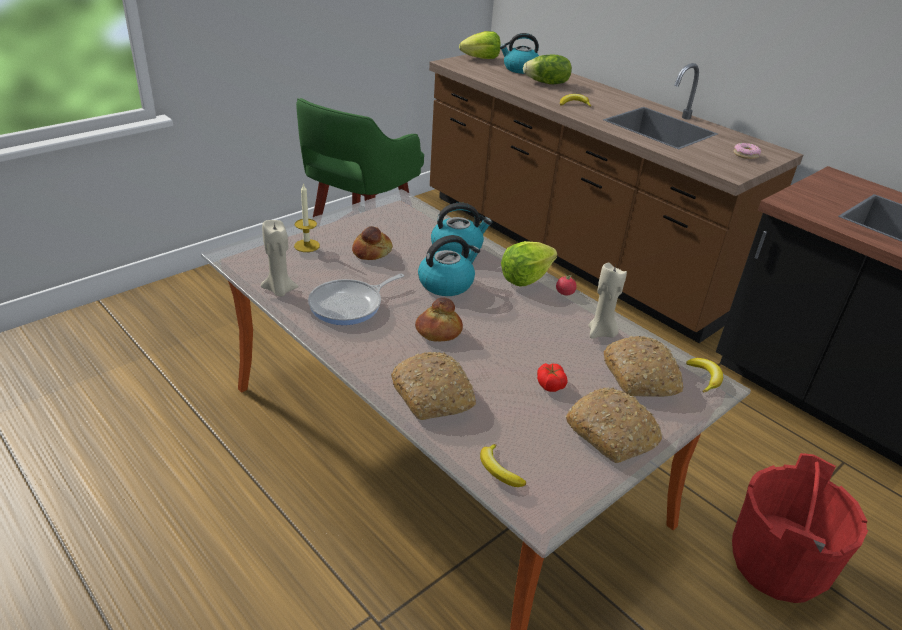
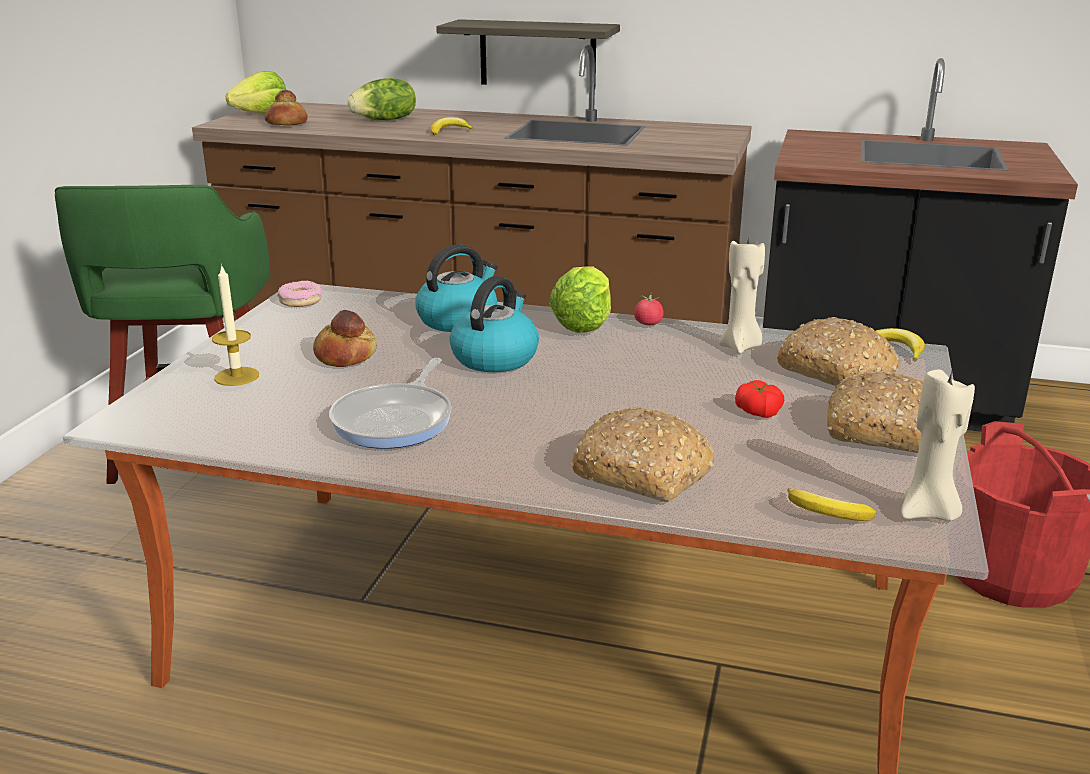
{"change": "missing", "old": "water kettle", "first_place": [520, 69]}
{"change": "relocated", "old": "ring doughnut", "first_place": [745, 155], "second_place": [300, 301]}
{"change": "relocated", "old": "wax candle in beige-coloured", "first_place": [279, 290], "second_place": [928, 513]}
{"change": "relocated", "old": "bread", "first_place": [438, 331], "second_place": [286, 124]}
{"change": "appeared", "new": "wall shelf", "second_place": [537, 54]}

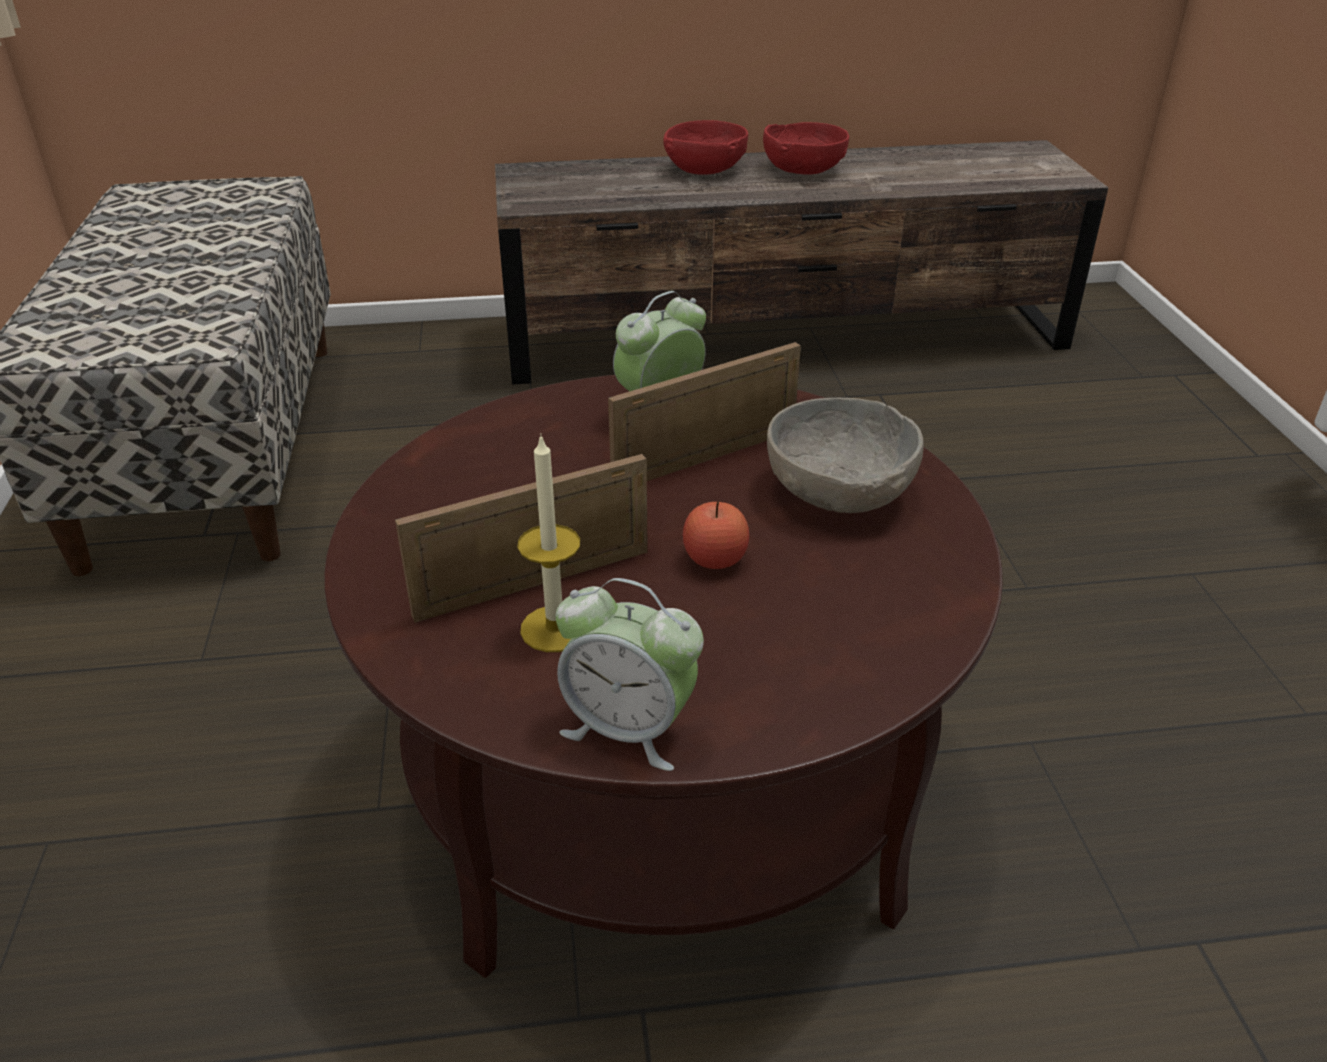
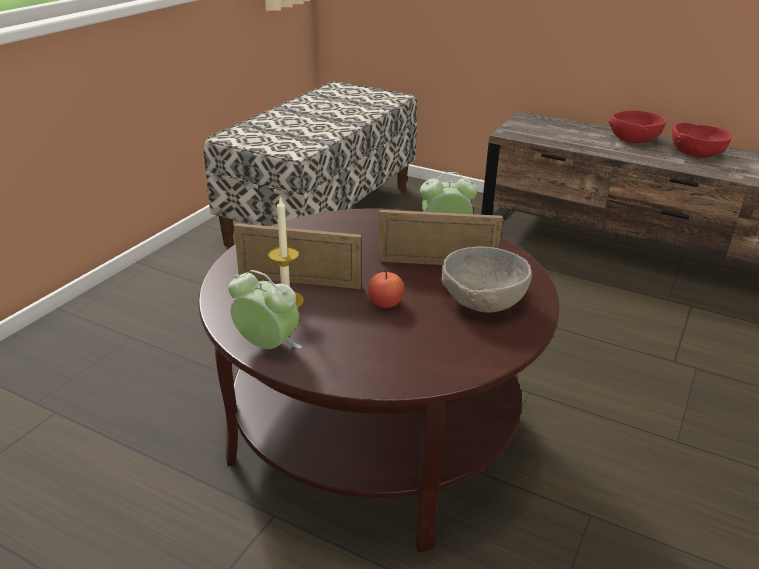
{"change": "spun", "old": "bedside clock", "first_place": [629, 728], "second_place": [267, 346], "degrees": 150}

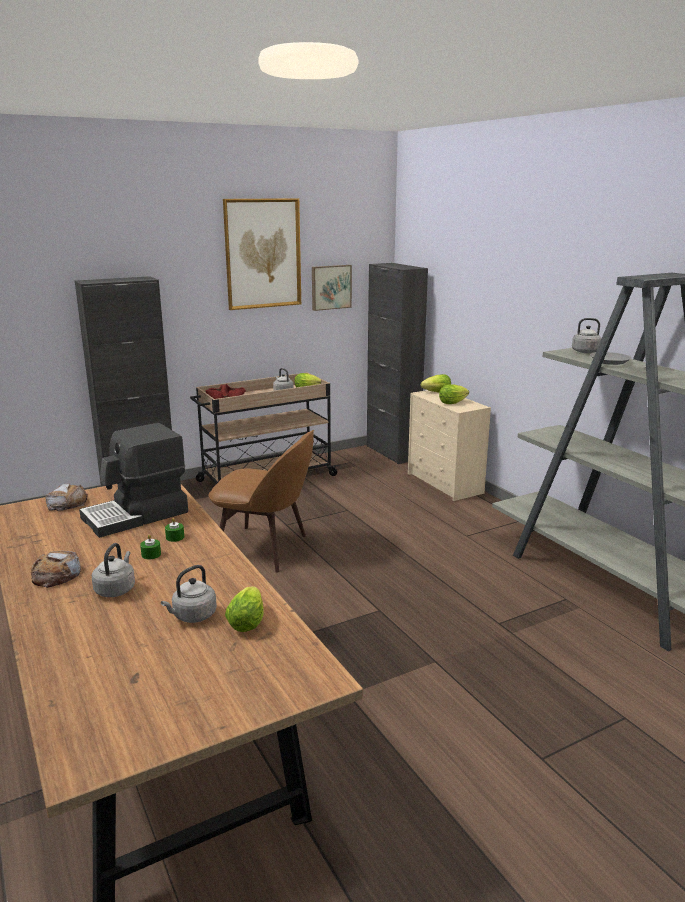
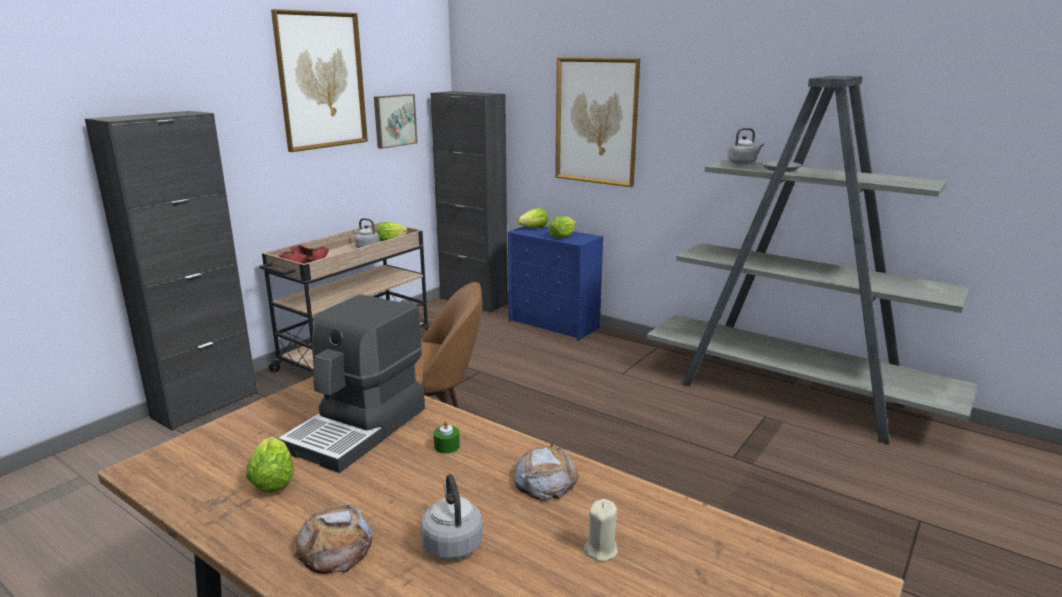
{"change": "colour", "old": "drawer chest in beige-coloured", "new": "drawer chest in blue-coloured", "first_place": [445, 484], "second_place": [555, 324]}
{"change": "relocated", "old": "bread", "first_place": [67, 503], "second_place": [545, 480]}
{"change": "missing", "old": "wax candle in greenish", "first_place": [151, 554]}
{"change": "exchanged", "old": "water kettle in gray", "new": "wax candle in beige-coloured", "first_place": [192, 616], "second_place": [601, 550]}
{"change": "relocated", "old": "lettuce head", "first_place": [248, 621], "second_place": [273, 479]}
{"change": "appeared", "new": "wall picture", "second_place": [596, 121]}

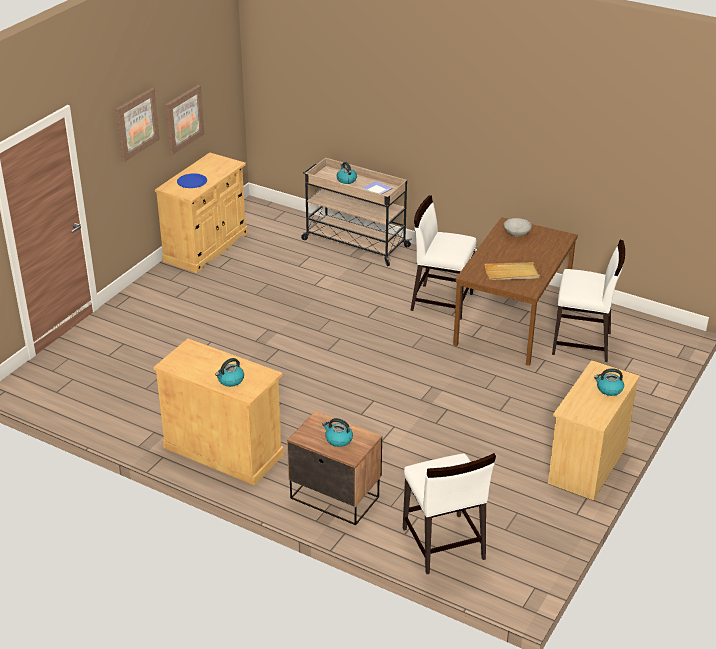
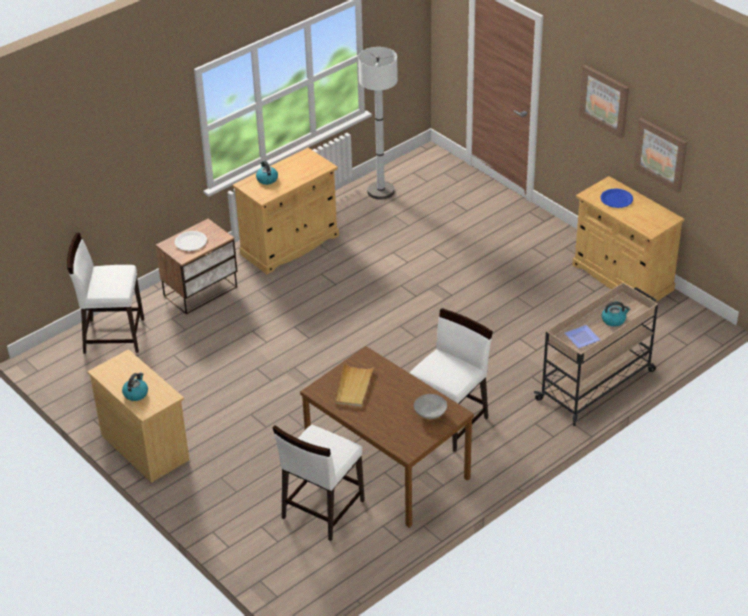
{"change": "exchanged", "old": "water kettle", "new": "flat dish in whitish", "first_place": [338, 439], "second_place": [190, 242]}
{"change": "appeared", "new": "floor lamp in whitish", "second_place": [380, 191]}

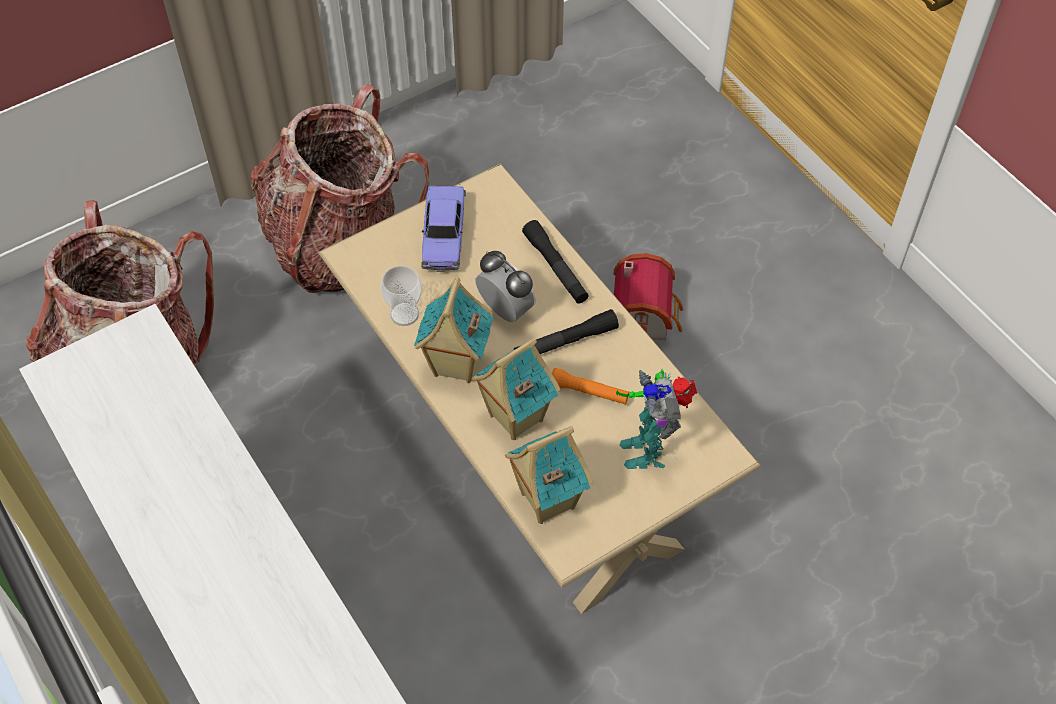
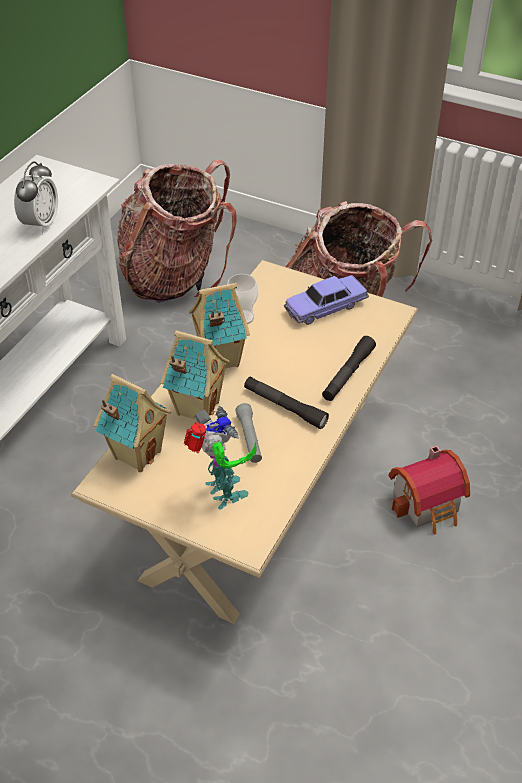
{"change": "relocated", "old": "bedside clock", "first_place": [505, 310], "second_place": [41, 223]}
{"change": "colour", "old": "torch in orangey", "new": "torch in gray", "first_place": [589, 392], "second_place": [249, 438]}
{"change": "spun", "old": "toy robot", "first_place": [648, 449], "second_place": [222, 494], "degrees": 105}

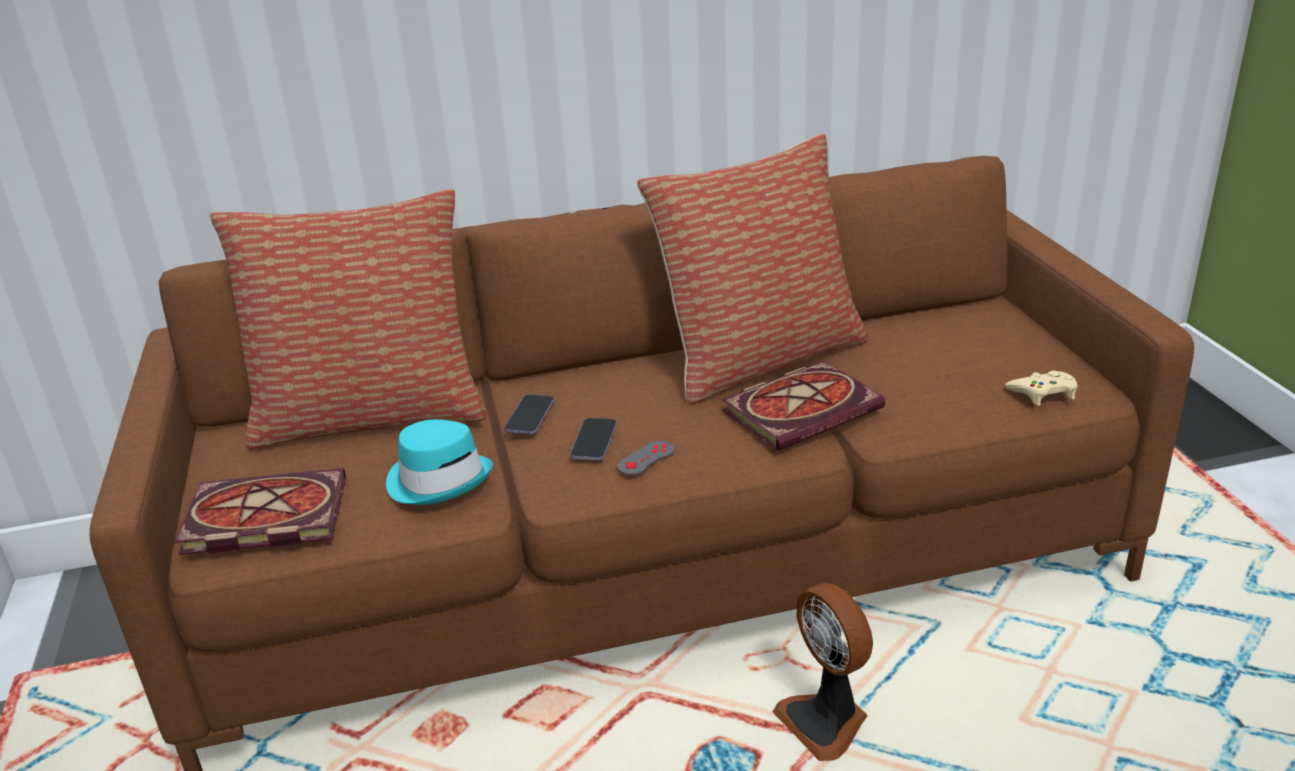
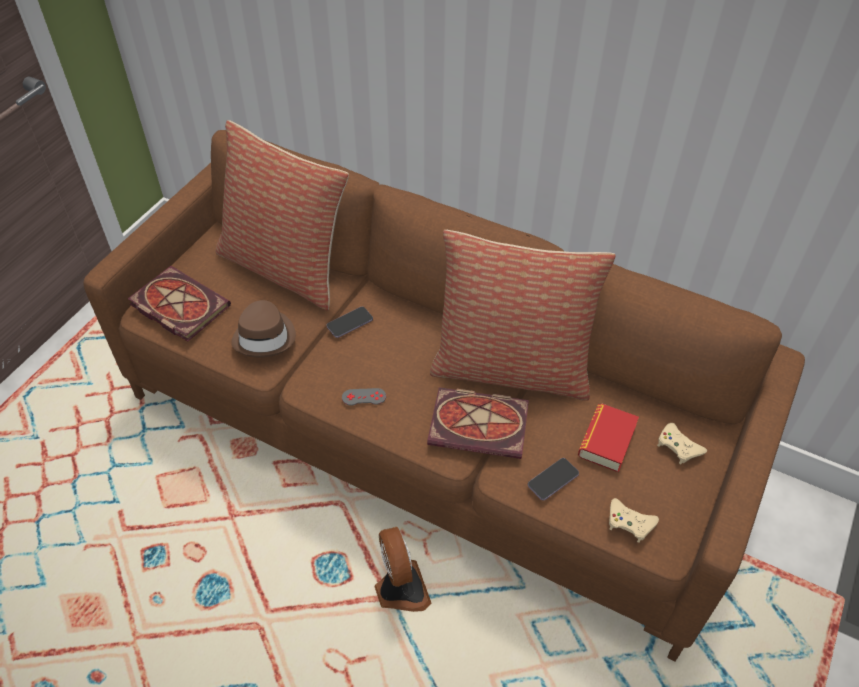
{"change": "relocated", "old": "telephone", "first_place": [594, 441], "second_place": [553, 480]}
{"change": "colour", "old": "wearable hat in turquoise", "new": "wearable hat in brown", "first_place": [439, 479], "second_place": [265, 337]}
{"change": "spun", "old": "electric fan", "first_place": [825, 722], "second_place": [400, 589], "degrees": 150}
{"change": "appeared", "new": "bound book", "second_place": [607, 441]}
{"change": "appeared", "new": "game controller in beige-coloured", "second_place": [678, 446]}

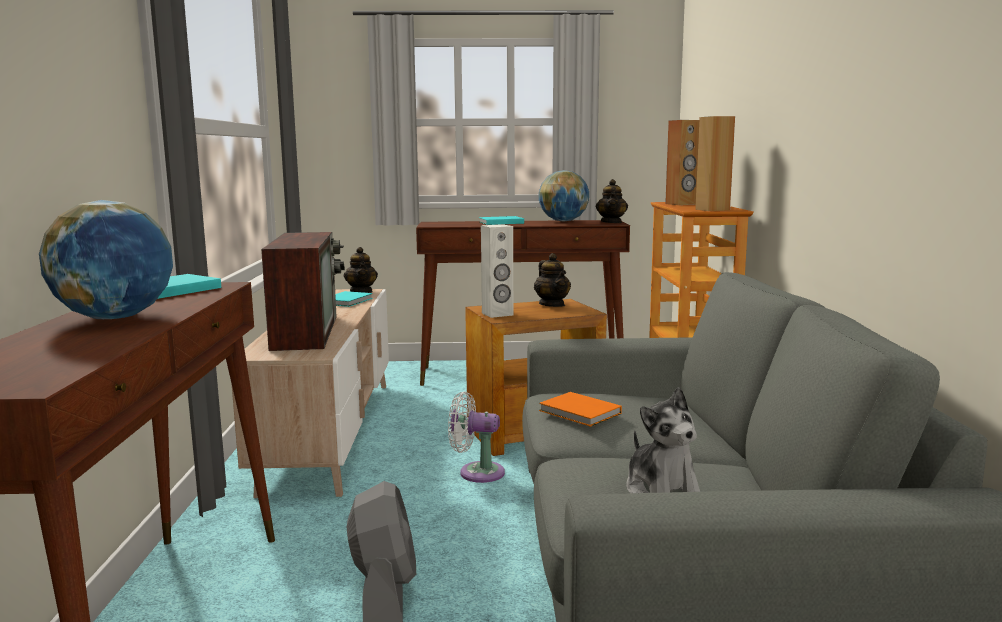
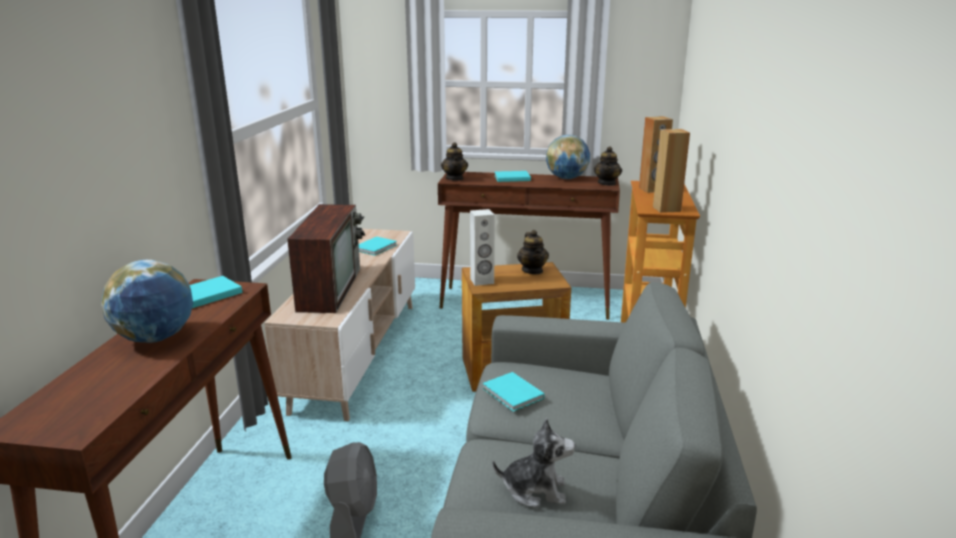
{"change": "relocated", "old": "pot for tea", "first_place": [361, 291], "second_place": [454, 178]}
{"change": "spun", "old": "soft toy", "first_place": [662, 492], "second_place": [535, 490], "degrees": -75}
{"change": "missing", "old": "electric fan in whitish", "first_place": [477, 472]}
{"change": "colour", "old": "bound book in orangey", "new": "bound book in turquoise", "first_place": [580, 413], "second_place": [513, 394]}

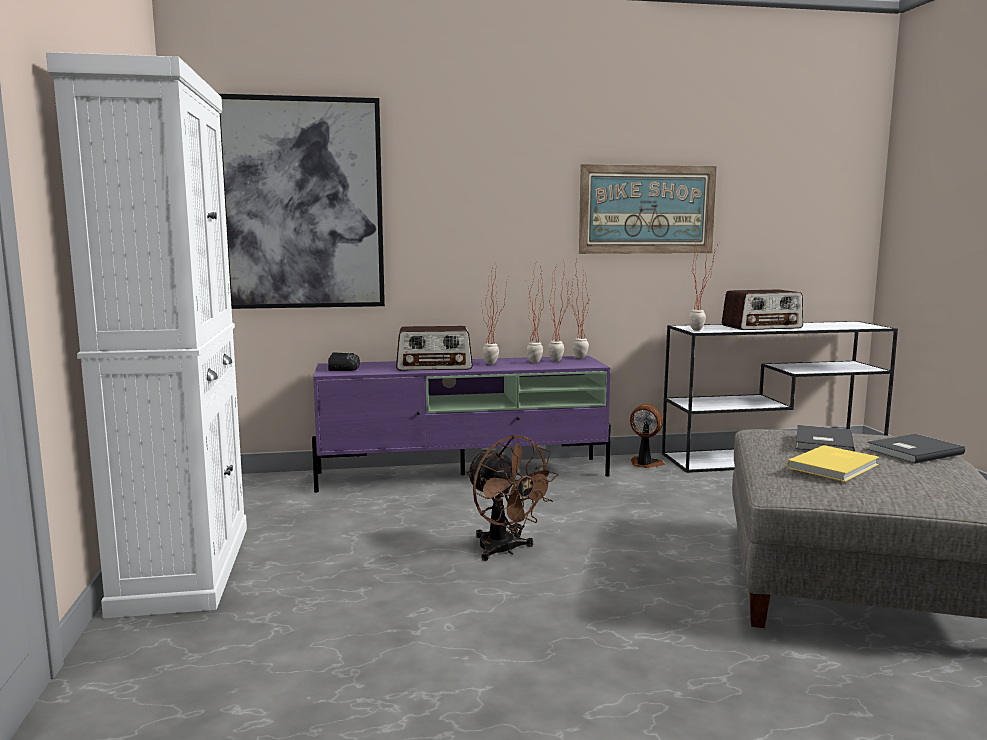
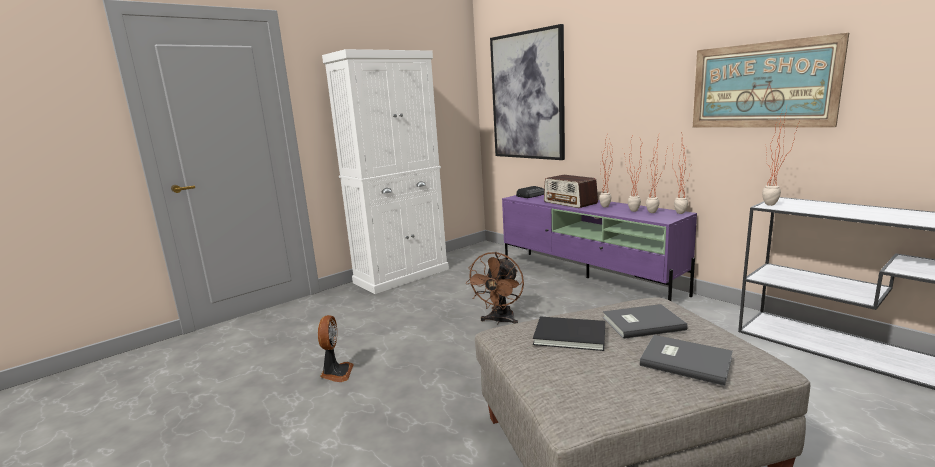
{"change": "missing", "old": "radio set", "first_place": [762, 327]}
{"change": "relocated", "old": "electric fan", "first_place": [645, 464], "second_place": [336, 373]}
{"change": "colour", "old": "bound book in yellow", "new": "bound book in black-coloured", "first_place": [835, 466], "second_place": [571, 336]}

